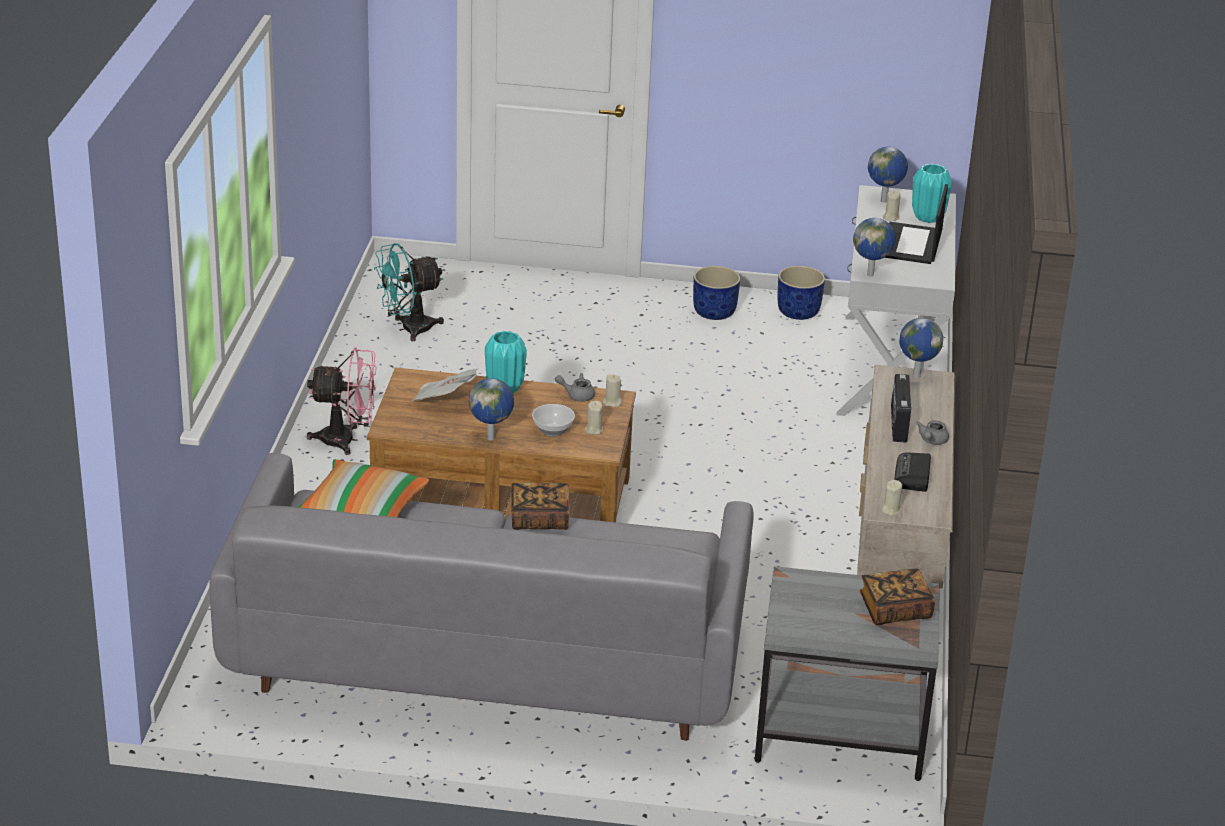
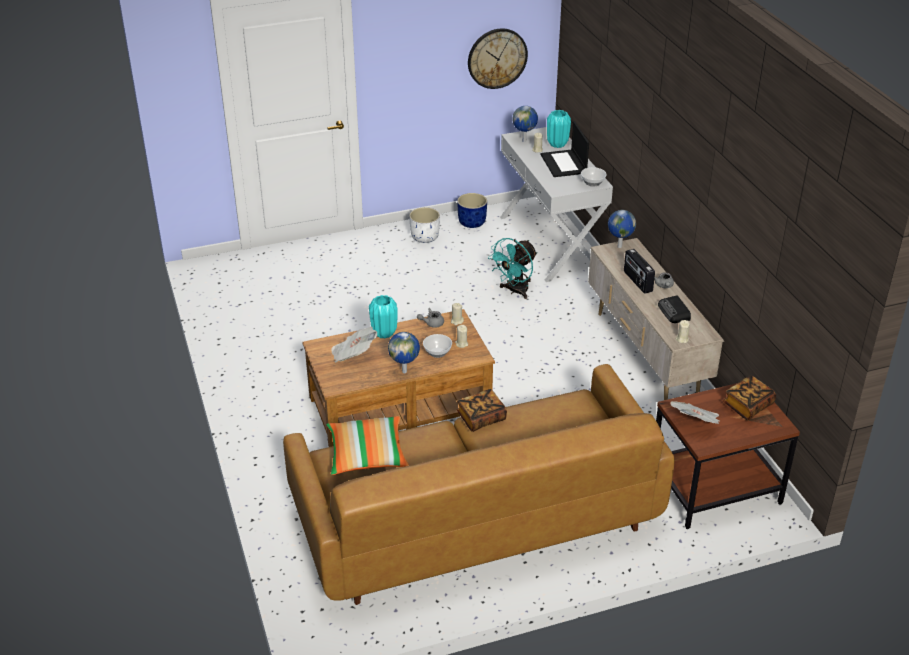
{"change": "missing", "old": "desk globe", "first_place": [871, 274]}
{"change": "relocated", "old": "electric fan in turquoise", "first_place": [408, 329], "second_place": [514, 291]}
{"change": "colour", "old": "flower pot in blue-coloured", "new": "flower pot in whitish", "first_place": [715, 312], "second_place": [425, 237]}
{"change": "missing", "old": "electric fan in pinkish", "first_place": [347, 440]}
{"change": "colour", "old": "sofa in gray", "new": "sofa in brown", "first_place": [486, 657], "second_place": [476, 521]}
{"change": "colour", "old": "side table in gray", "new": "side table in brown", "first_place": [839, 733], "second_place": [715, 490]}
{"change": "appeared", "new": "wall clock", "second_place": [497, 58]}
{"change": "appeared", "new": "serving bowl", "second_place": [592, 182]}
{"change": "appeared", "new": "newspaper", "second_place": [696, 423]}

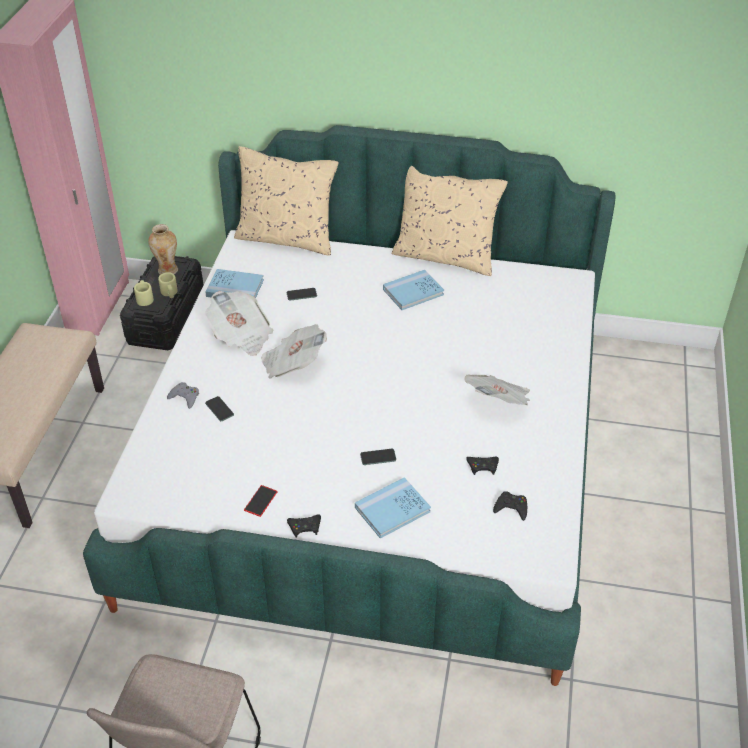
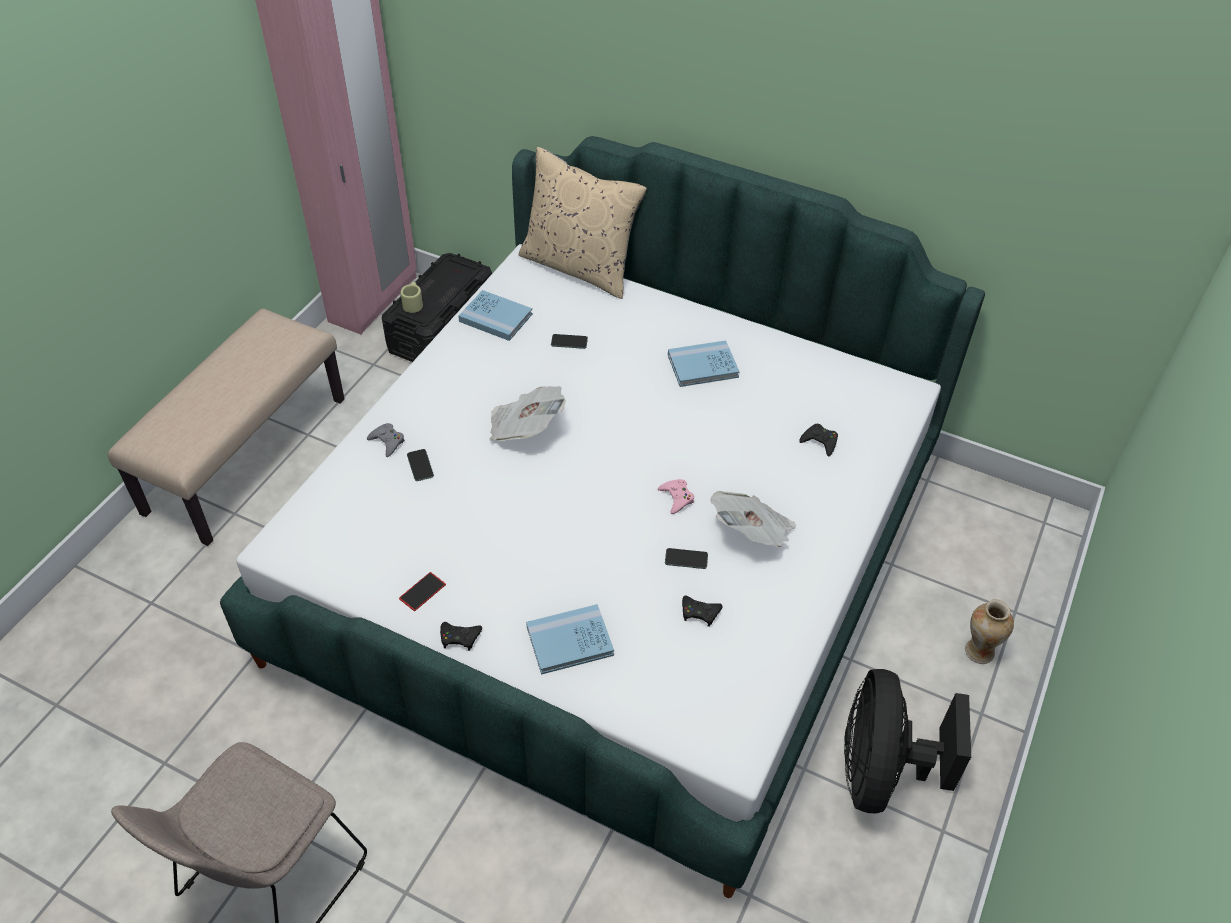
{"change": "missing", "old": "pillow in beige-coloured", "first_place": [445, 256]}
{"change": "relocated", "old": "flower vase", "first_place": [167, 270], "second_place": [978, 652]}
{"change": "missing", "old": "coffee mug in beige-coloured", "first_place": [169, 293]}
{"change": "missing", "old": "newspaper", "first_place": [241, 336]}
{"change": "relocated", "old": "telephone", "first_place": [378, 457], "second_place": [686, 559]}
{"change": "relocated", "old": "game controller in black-coloured", "first_place": [511, 508], "second_place": [820, 442]}
{"change": "appeared", "new": "game controller in pinkish", "second_place": [676, 498]}
{"change": "appeared", "new": "electric fan in black-coloured", "second_place": [881, 771]}

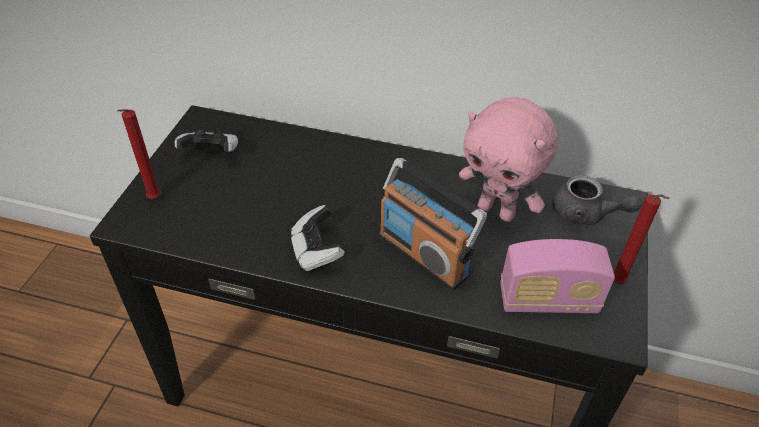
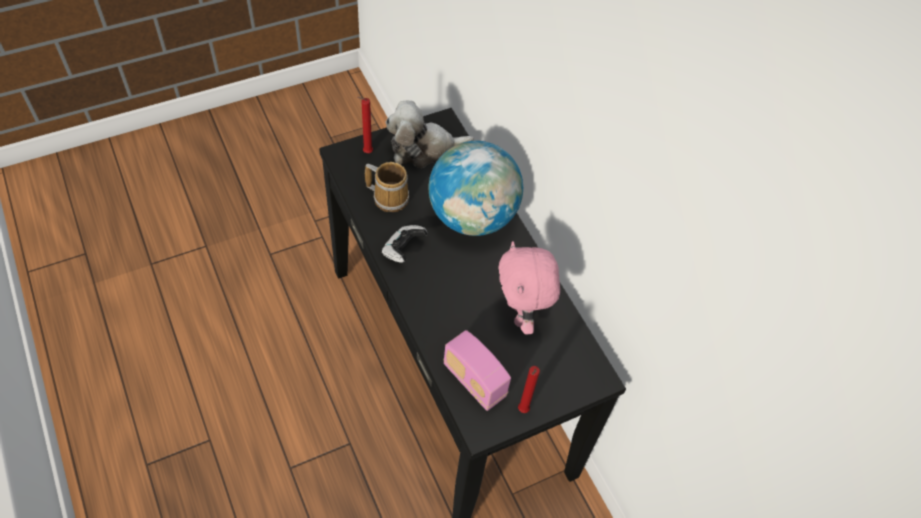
{"change": "exchanged", "old": "game controller", "new": "soft toy", "first_place": [211, 153], "second_place": [423, 148]}
{"change": "missing", "old": "radio set", "first_place": [423, 255]}
{"change": "missing", "old": "pot for tea in gray", "first_place": [585, 215]}
{"change": "appeared", "new": "desk globe", "second_place": [472, 216]}
{"change": "appeared", "new": "coffee mug", "second_place": [389, 197]}

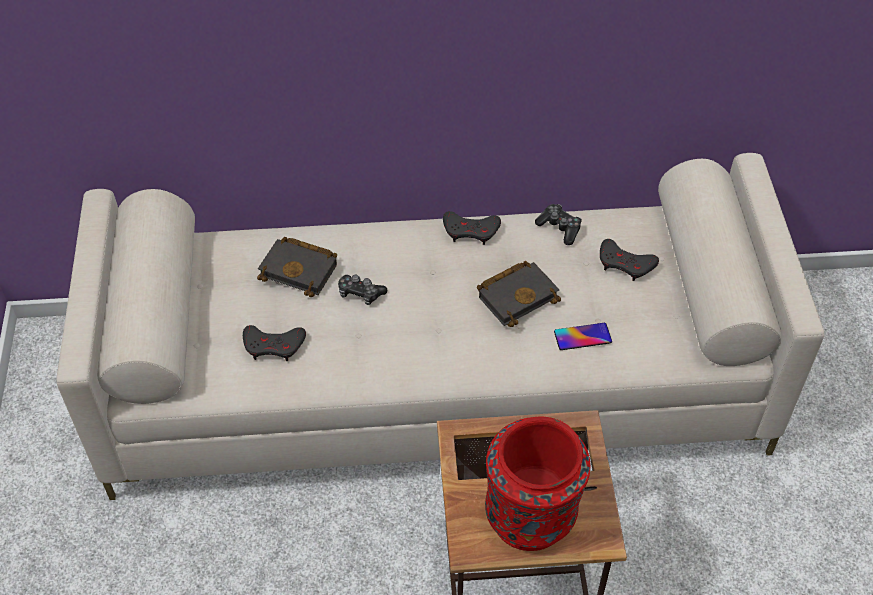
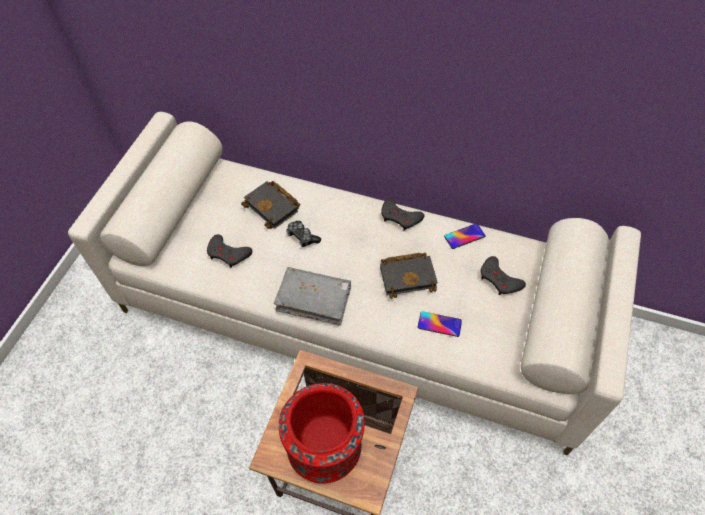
{"change": "exchanged", "old": "game controller", "new": "telephone", "first_place": [560, 228], "second_place": [464, 236]}
{"change": "appeared", "new": "bound book in gray", "second_place": [314, 300]}

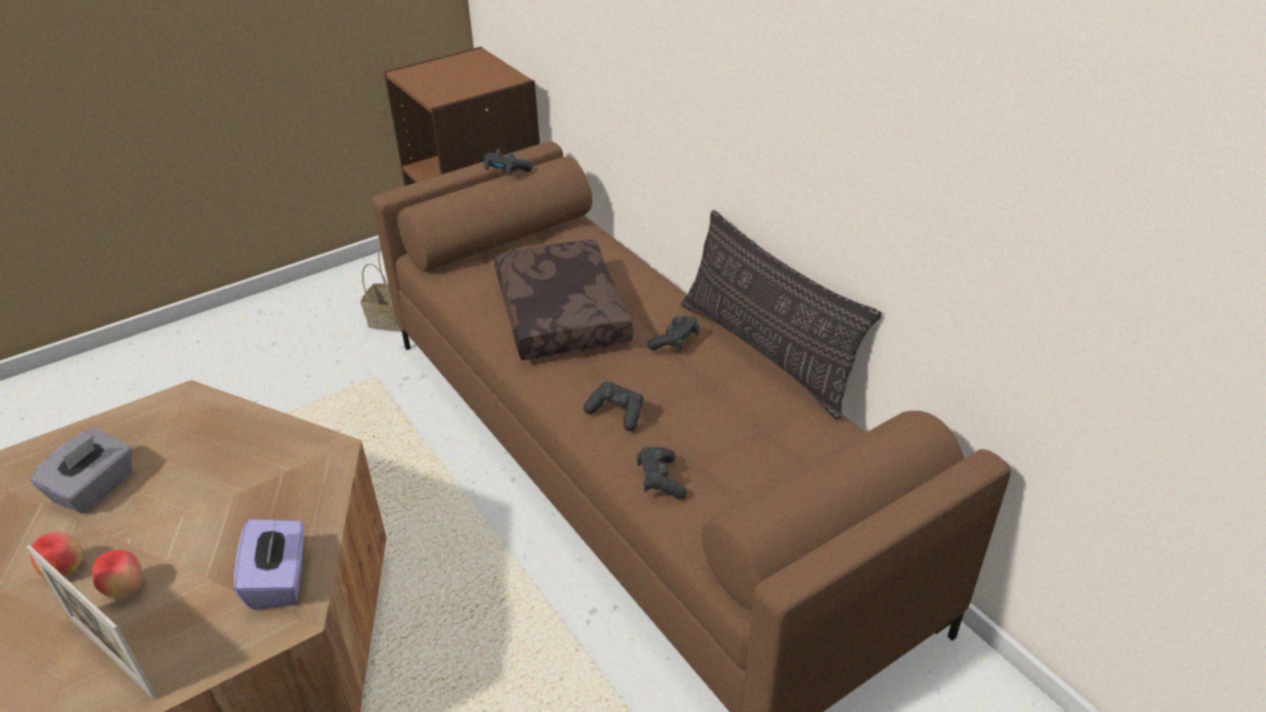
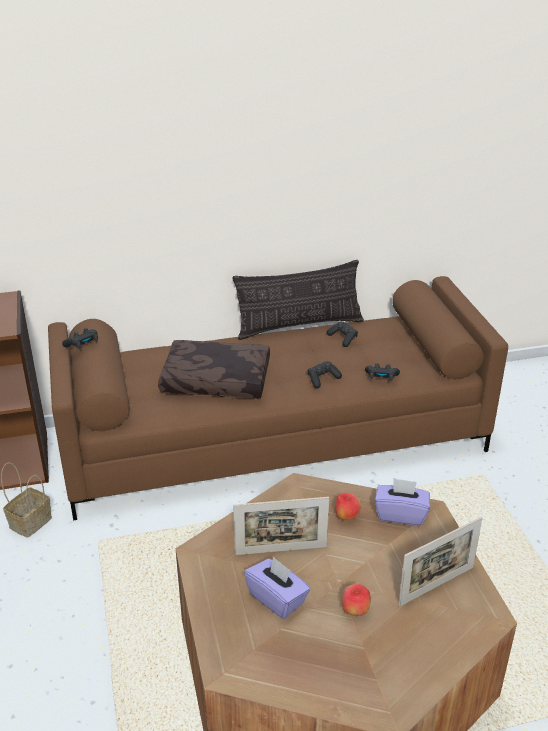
{"change": "relocated", "old": "game controller in black-coloured", "first_place": [675, 342], "second_place": [343, 338]}
{"change": "colour", "old": "tissue holder in gray", "new": "tissue holder in purplish", "first_place": [95, 488], "second_place": [277, 598]}
{"change": "relocated", "old": "apple fruit", "first_place": [126, 590], "second_place": [346, 517]}
{"change": "appeared", "new": "standing frame", "second_place": [281, 550]}

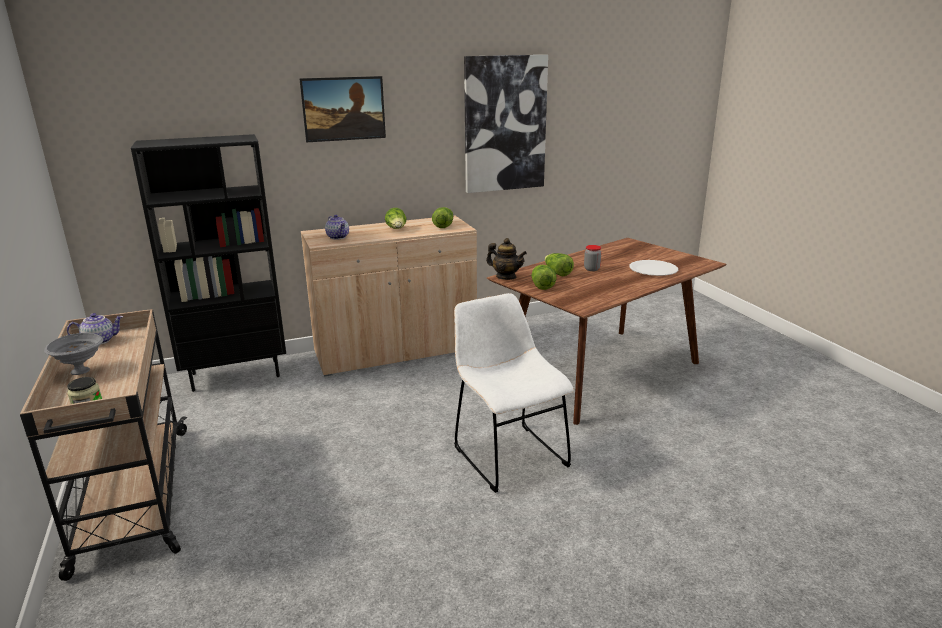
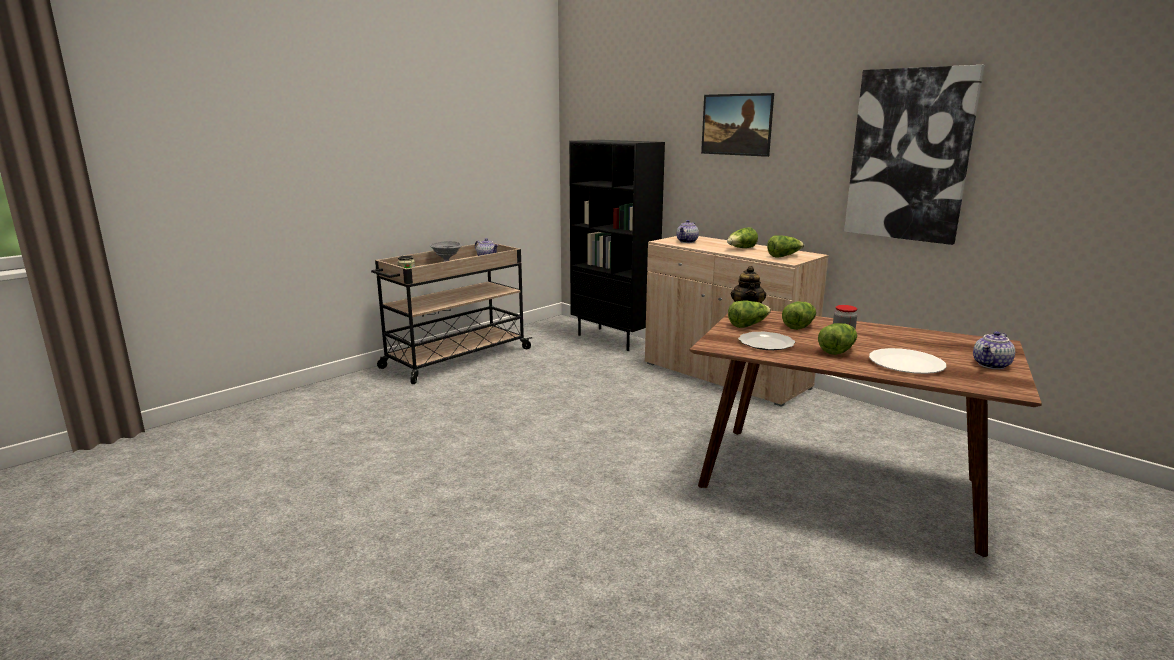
{"change": "missing", "old": "chair in whitish", "first_place": [507, 454]}
{"change": "appeared", "new": "lettuce head", "second_place": [837, 350]}
{"change": "appeared", "new": "pot for tea", "second_place": [992, 365]}
{"change": "appeared", "new": "flat dish", "second_place": [765, 343]}

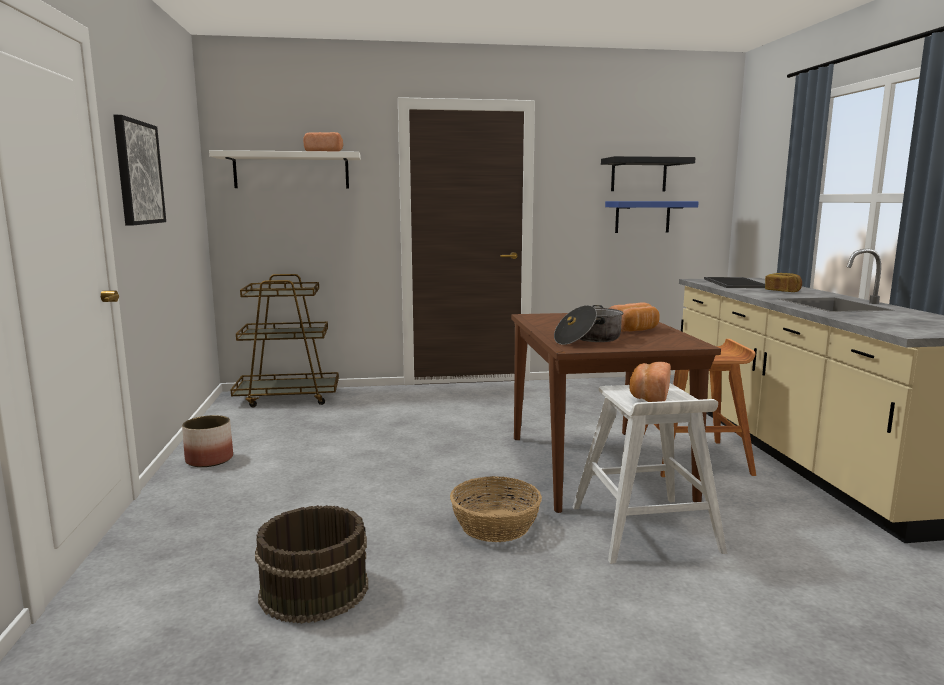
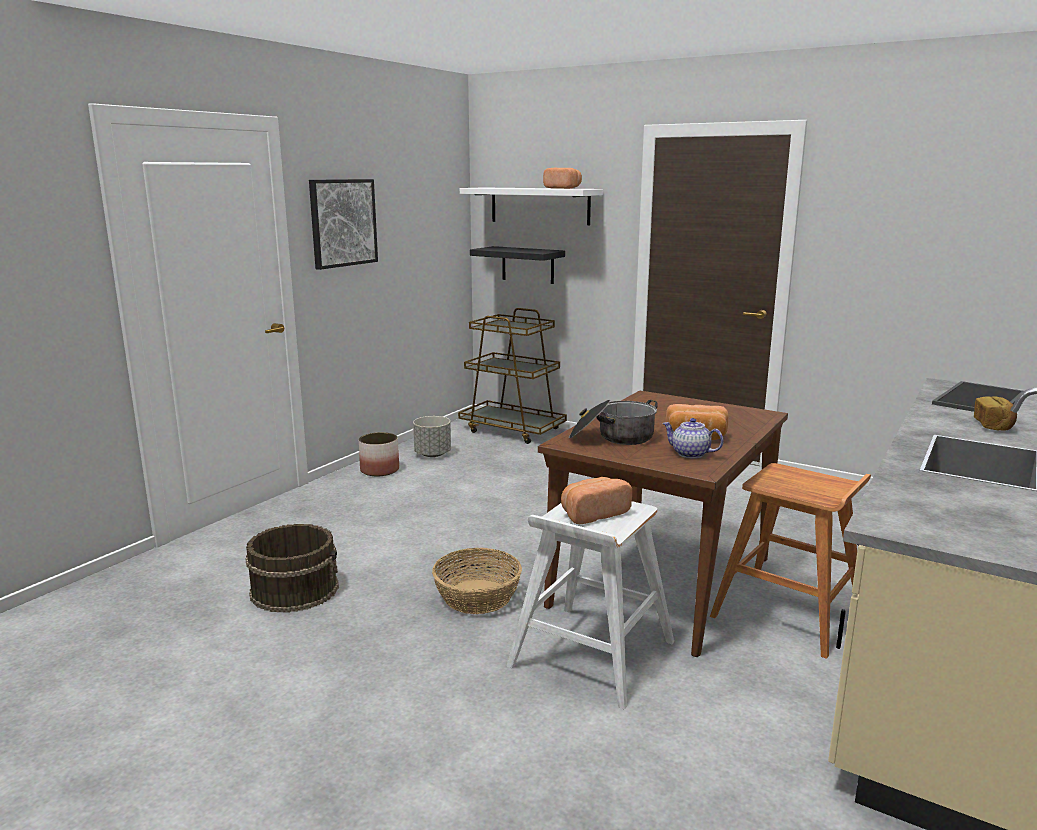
{"change": "relocated", "old": "wall shelf in black-coloured", "first_place": [638, 175], "second_place": [528, 265]}
{"change": "missing", "old": "wall shelf in blue-coloured", "first_place": [642, 217]}
{"change": "appeared", "new": "flower pot in gray", "second_place": [433, 454]}
{"change": "appeared", "new": "pot for tea", "second_place": [690, 454]}

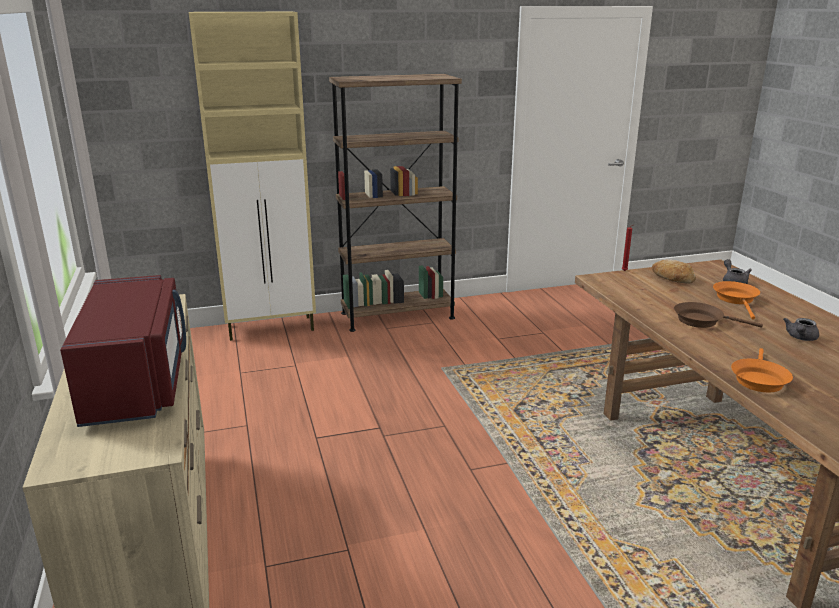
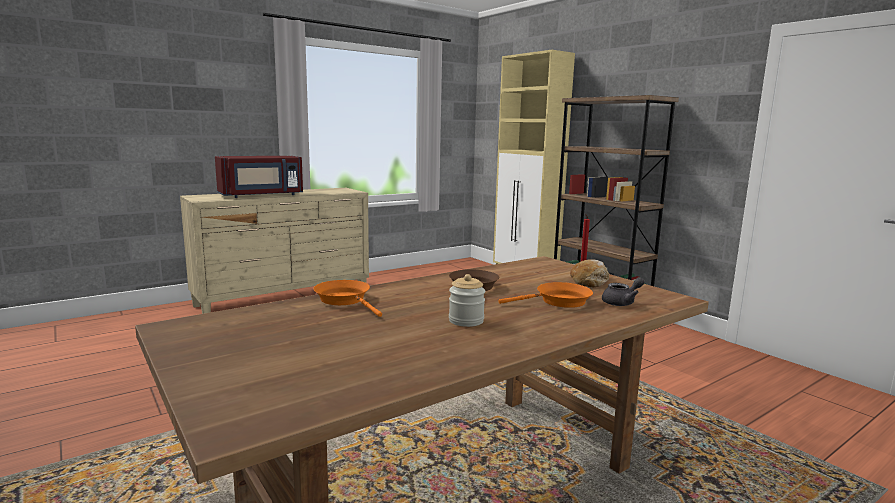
{"change": "exchanged", "old": "pot for tea in gray", "new": "jar", "first_place": [800, 338], "second_place": [466, 321]}
{"change": "spun", "old": "pan in orangey", "first_place": [758, 379], "second_place": [345, 300], "degrees": 45}

